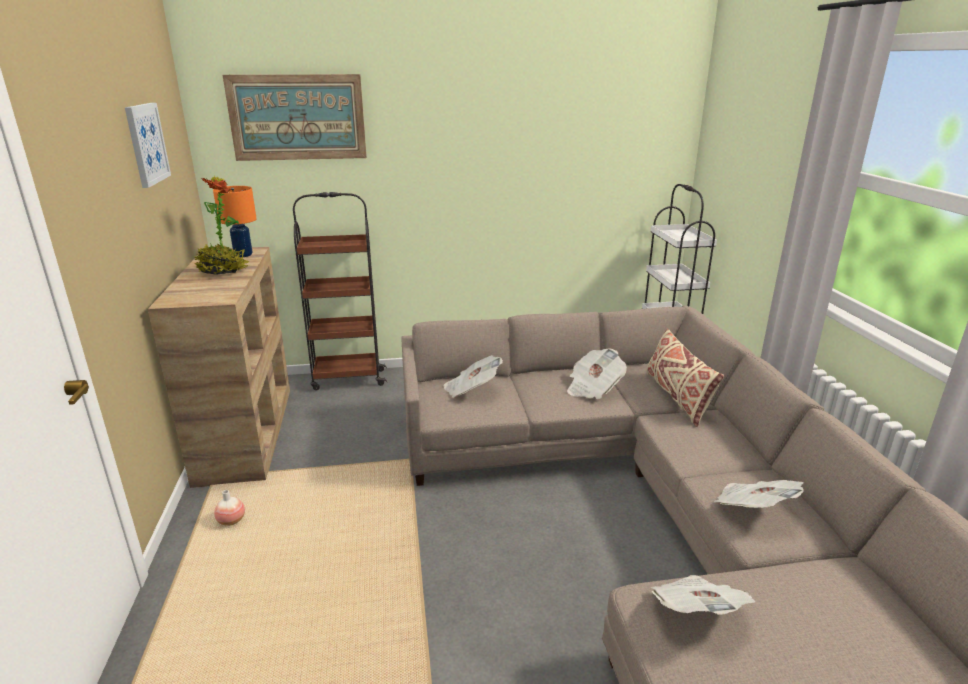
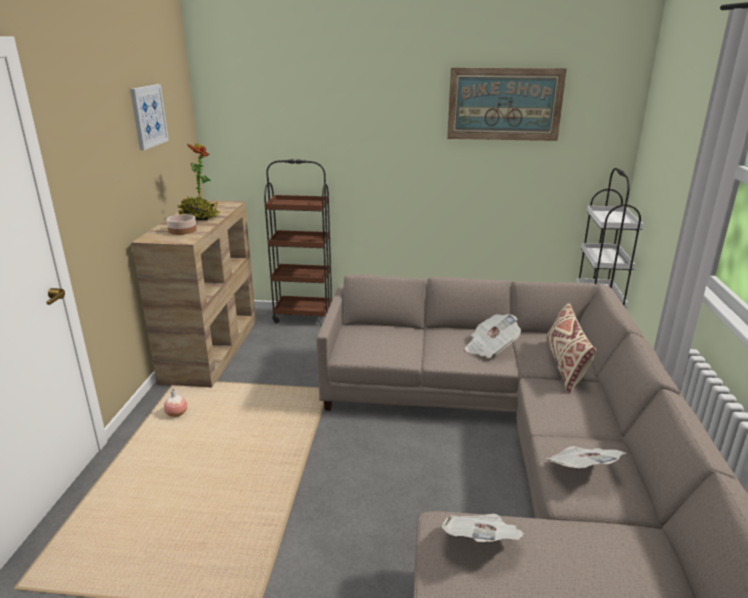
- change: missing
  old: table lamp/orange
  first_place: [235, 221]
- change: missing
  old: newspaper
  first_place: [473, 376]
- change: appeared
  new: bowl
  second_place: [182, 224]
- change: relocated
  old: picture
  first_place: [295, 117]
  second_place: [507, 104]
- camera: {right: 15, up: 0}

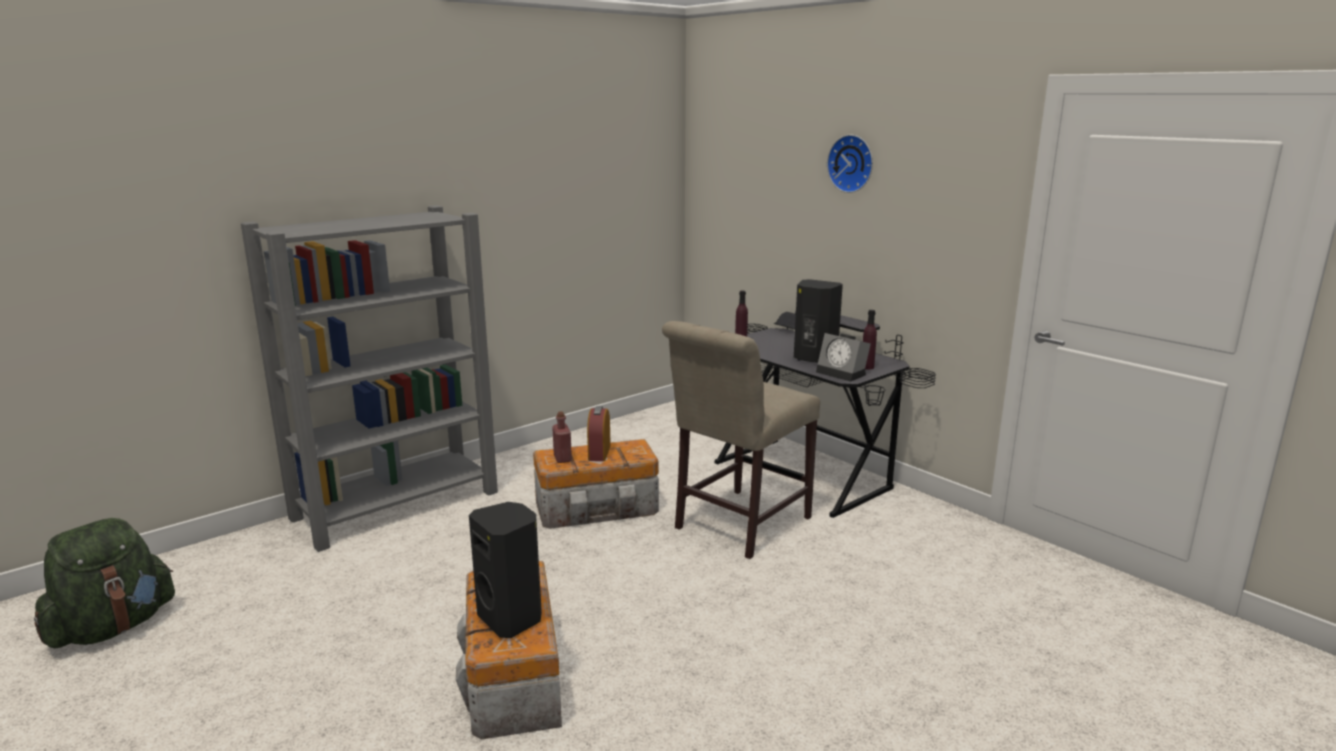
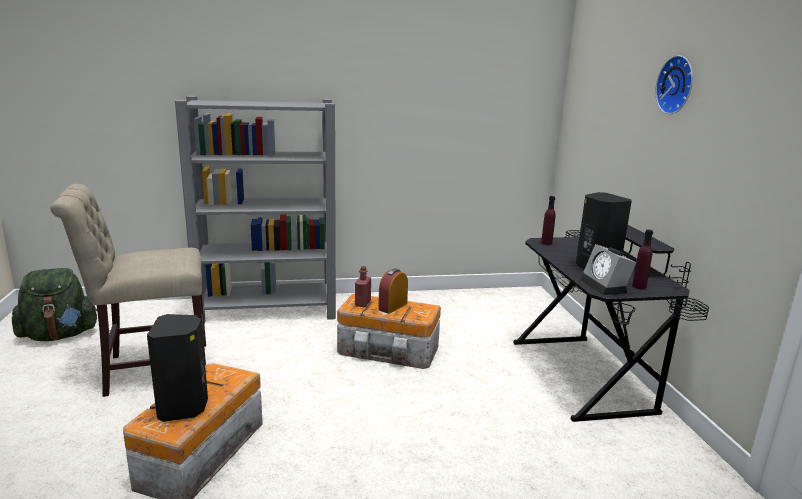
- change: relocated
  old: chair/beige
  first_place: [741, 440]
  second_place: [128, 290]
- camera: {right: 30, up: 0}

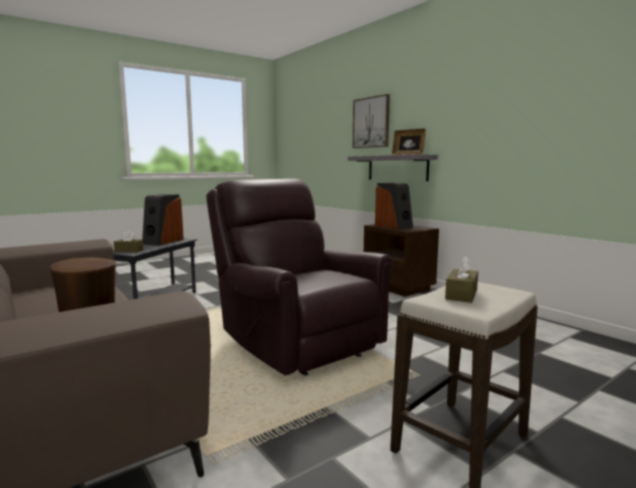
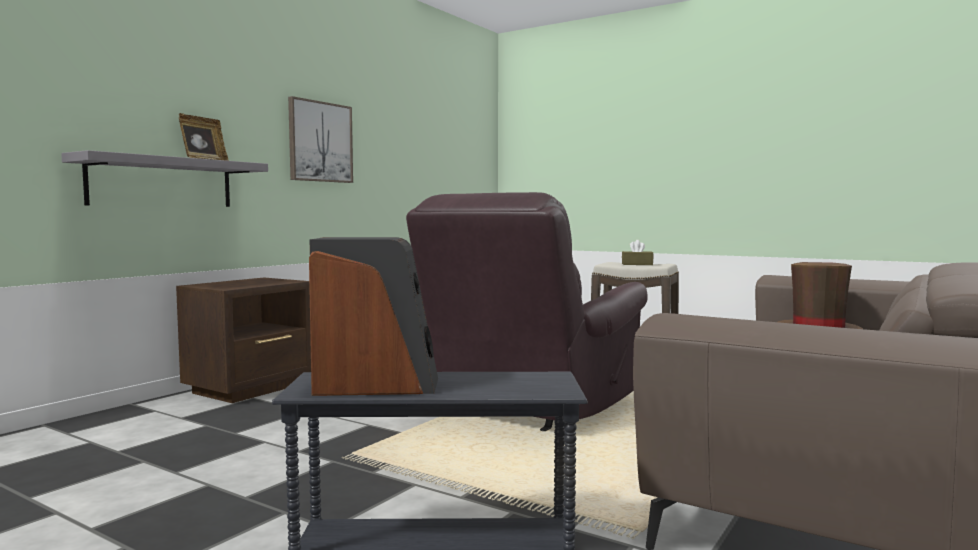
- change: missing
  old: tissue box/brown
  first_place: [128, 241]
- change: missing
  old: speaker
  first_place: [394, 206]
- change: relocated
  old: picture
  first_place: [371, 121]
  second_place: [320, 139]
- camera: {right: -110, up: -5}

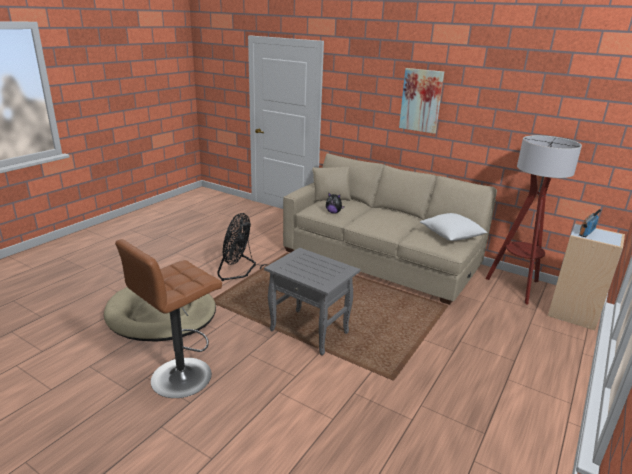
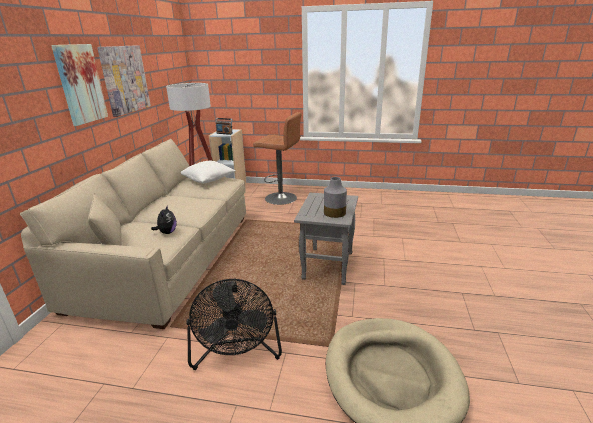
- change: appeared
  new: picture
  second_place: [124, 81]
- change: appeared
  new: vase/grey
  second_place: [335, 197]
- change: relocated
  old: stool/brown
  first_place: [168, 318]
  second_place: [277, 158]
- camera: {right: -110, up: 0}

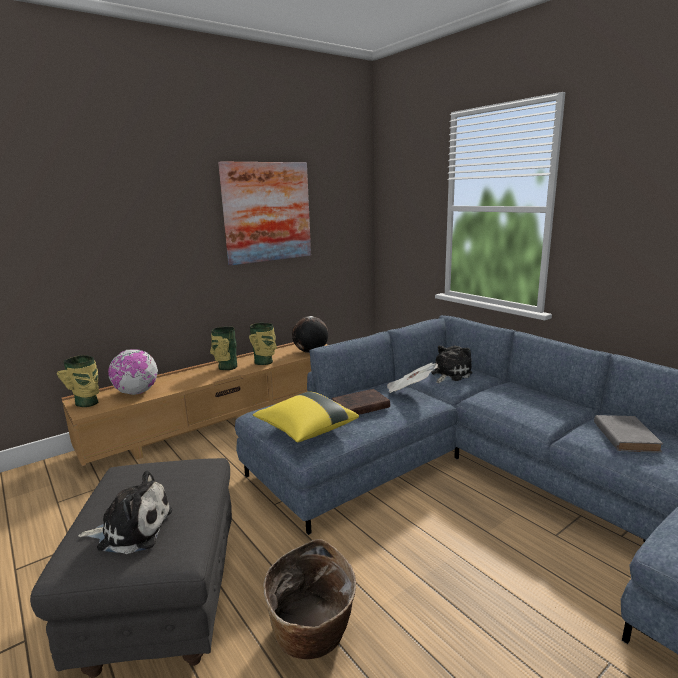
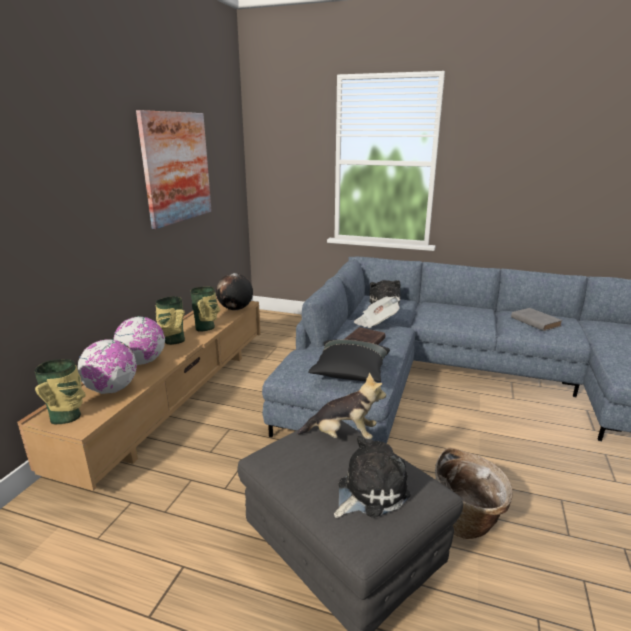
- change: appeared
  new: globe
  second_place: [139, 340]
- change: appeared
  new: plush toy
  second_place: [341, 406]
- change: colour
  old: pillow/yellow
  new: pillow/black
  first_place: [306, 416]
  second_place: [349, 360]
- camera: {right: -35, up: 5}

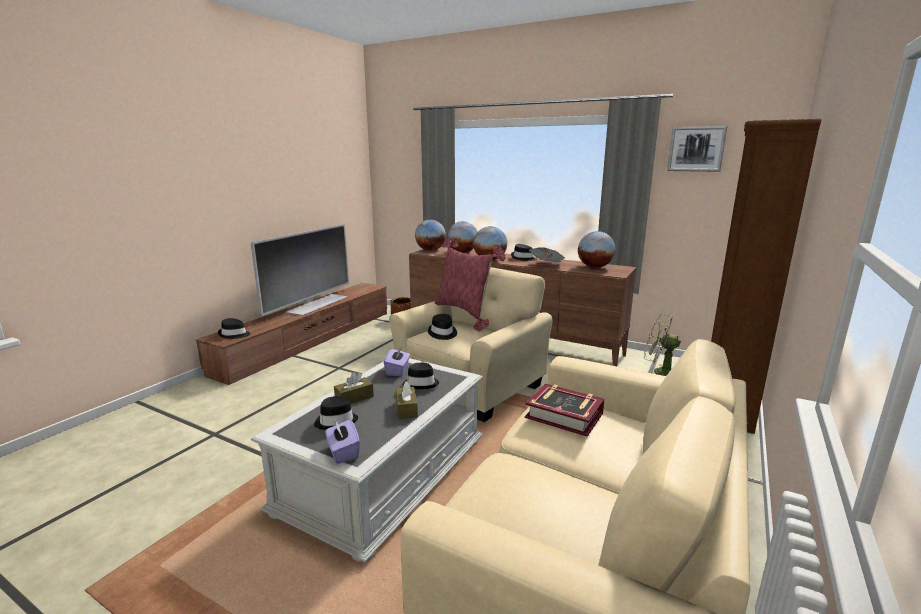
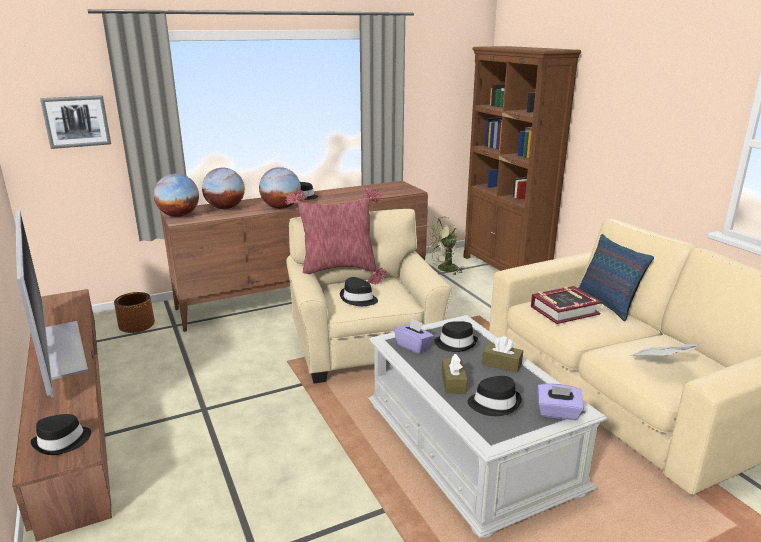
- change: missing
  old: globe
  first_place: [596, 249]
- change: appeared
  new: pillow/blue
  second_place: [616, 277]
- change: relocated
  old: newspaper
  first_place: [547, 255]
  second_place: [664, 350]
- change: relocated
  old: picture
  first_place: [697, 149]
  second_place: [75, 122]
- camera: {right: -55, up: 5}

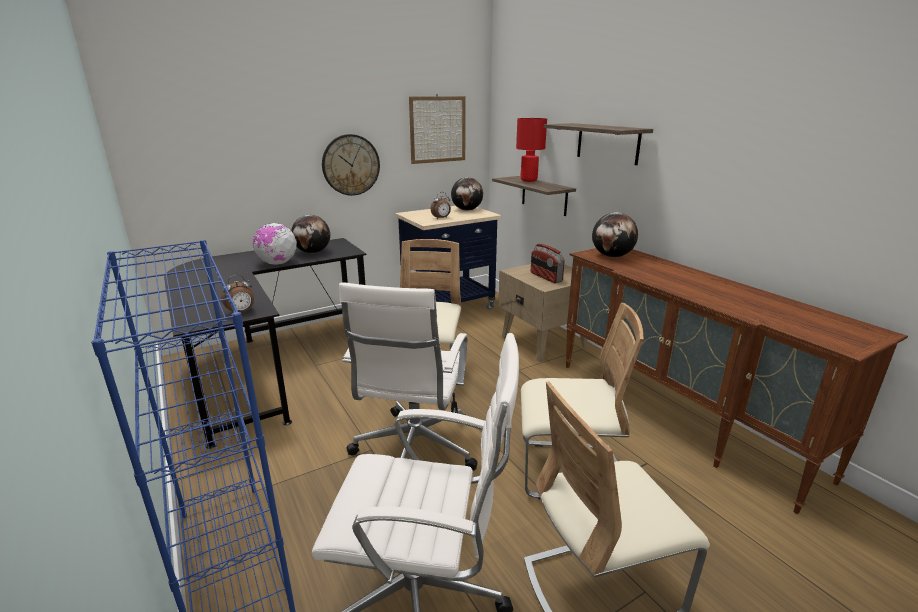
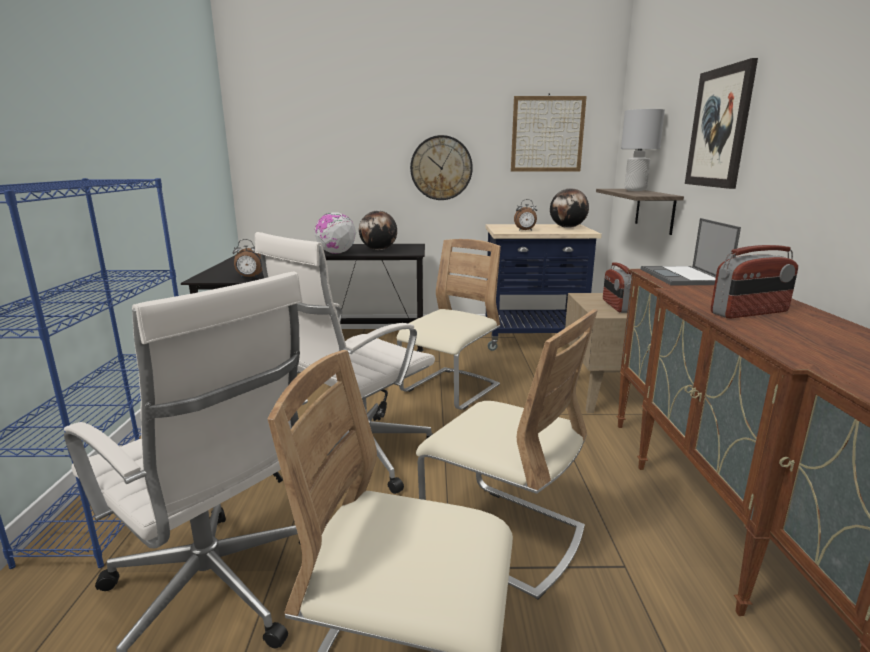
- change: appeared
  new: radio
  second_place: [754, 282]
- change: exchanged
  old: shelf
  new: picture
  first_place: [598, 144]
  second_place: [721, 123]
- change: exchanged
  old: globe
  new: laptop
  first_place: [615, 234]
  second_place: [691, 251]
- change: colour
  old: table lamp/red
  new: table lamp/grey
  first_place: [531, 150]
  second_place: [643, 150]
- camera: {right: 30, up: -5}

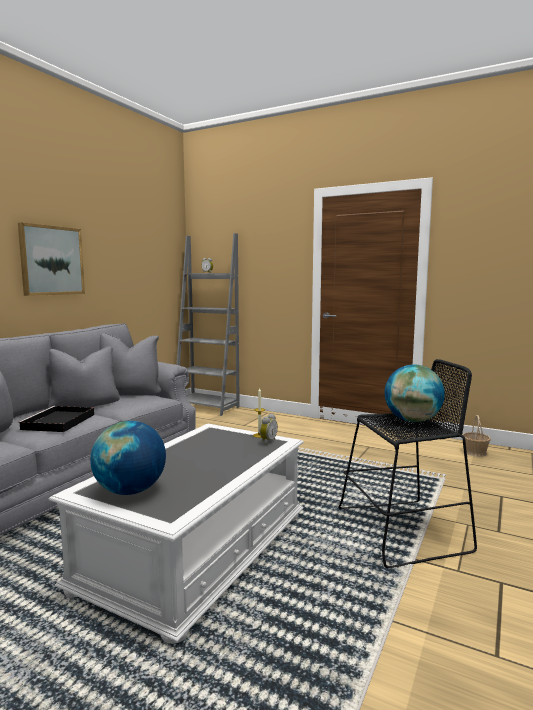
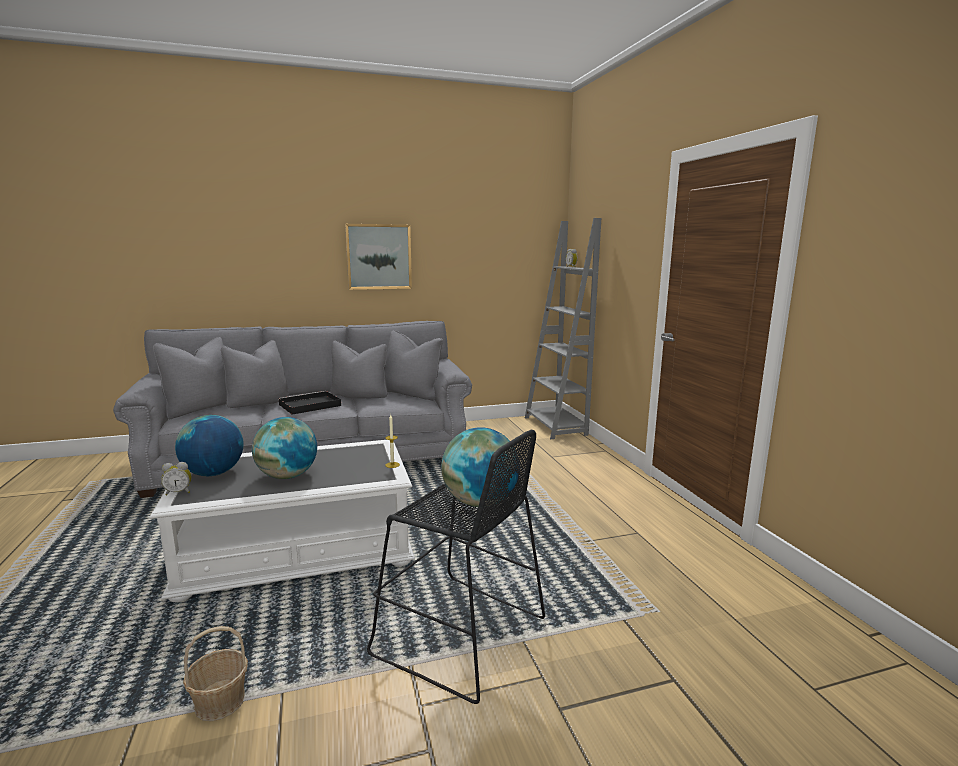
- change: appeared
  new: globe
  second_place: [284, 448]
- change: relocated
  old: alarm clock
  first_place: [269, 429]
  second_place: [176, 478]
- change: relocated
  old: basket
  first_place: [477, 436]
  second_place: [215, 673]
- camera: {right: 45, up: 5}

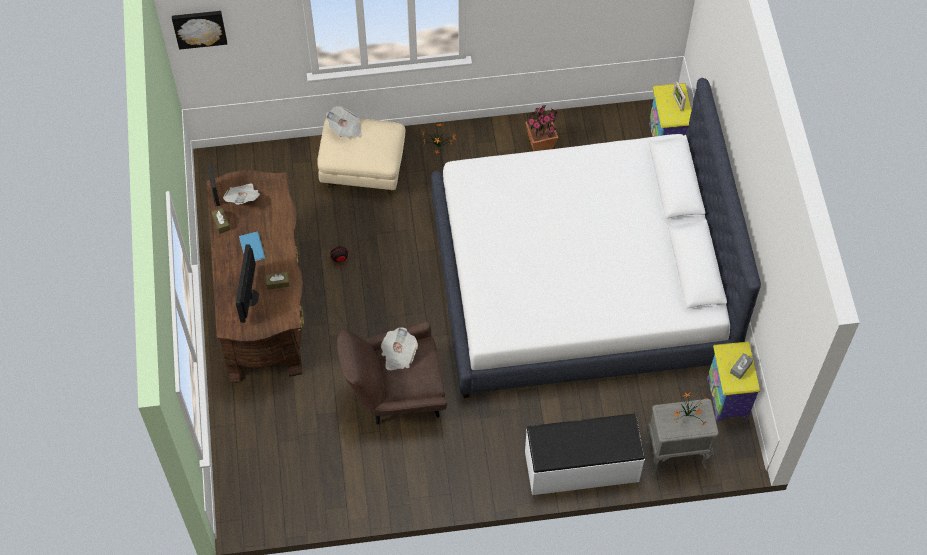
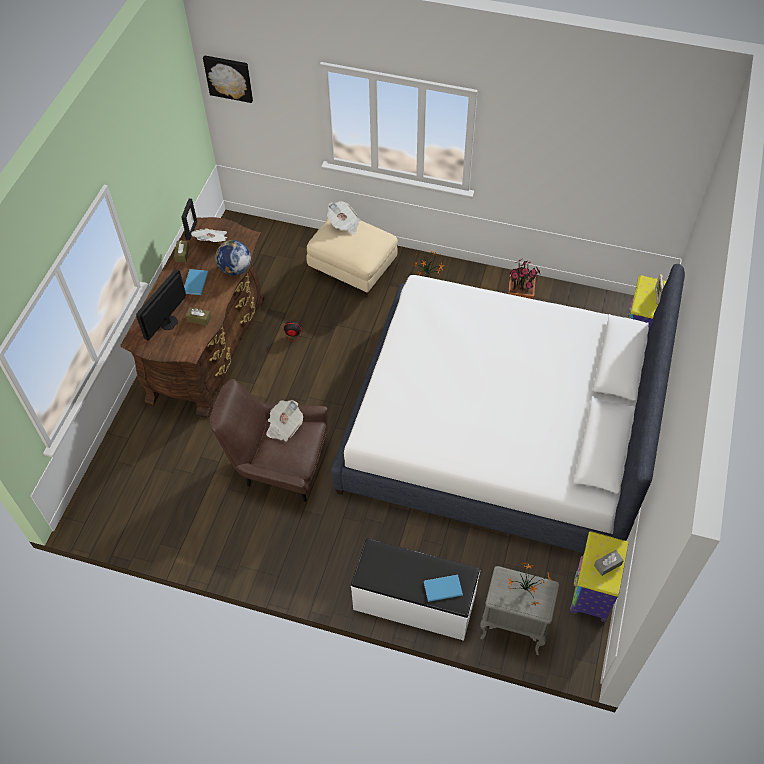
- change: appeared
  new: globe
  second_place: [233, 257]
- change: appeared
  new: book/blue
  second_place: [443, 588]
- camera: {right: 25, up: -5}

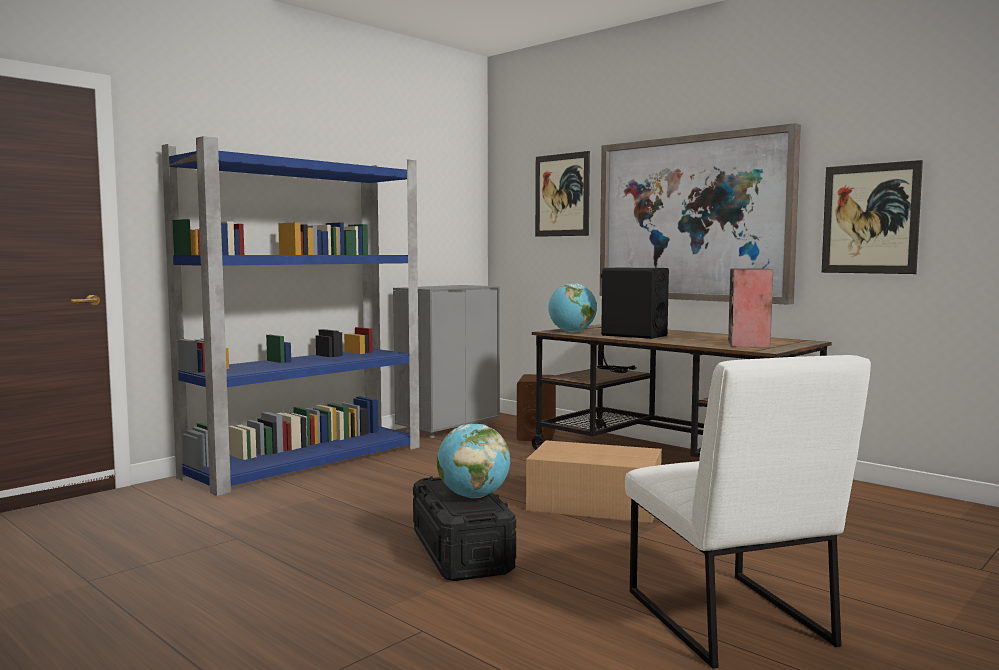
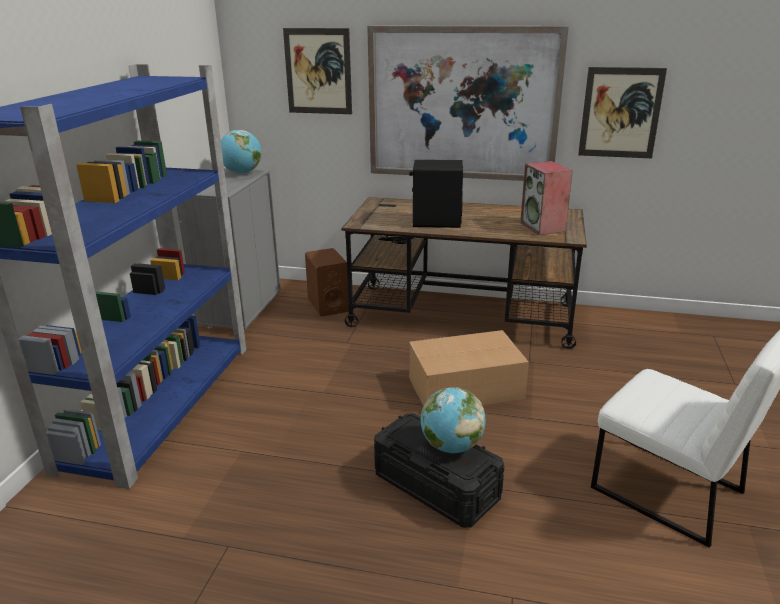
- change: relocated
  old: globe
  first_place: [572, 307]
  second_place: [241, 152]
- camera: {right: -30, up: 20}

